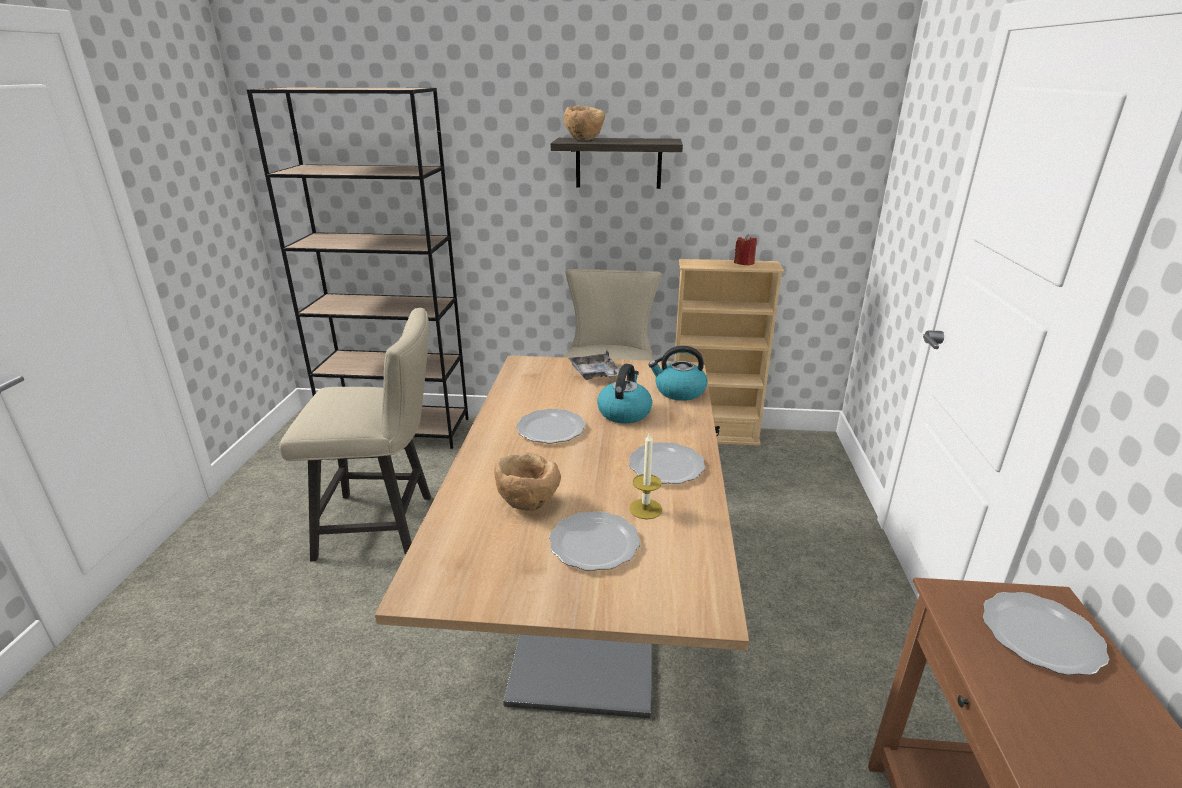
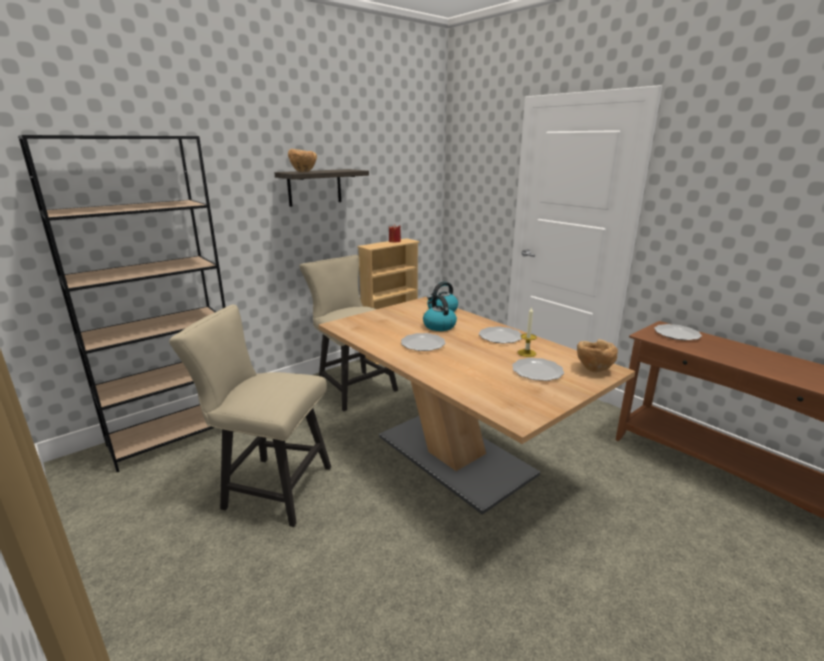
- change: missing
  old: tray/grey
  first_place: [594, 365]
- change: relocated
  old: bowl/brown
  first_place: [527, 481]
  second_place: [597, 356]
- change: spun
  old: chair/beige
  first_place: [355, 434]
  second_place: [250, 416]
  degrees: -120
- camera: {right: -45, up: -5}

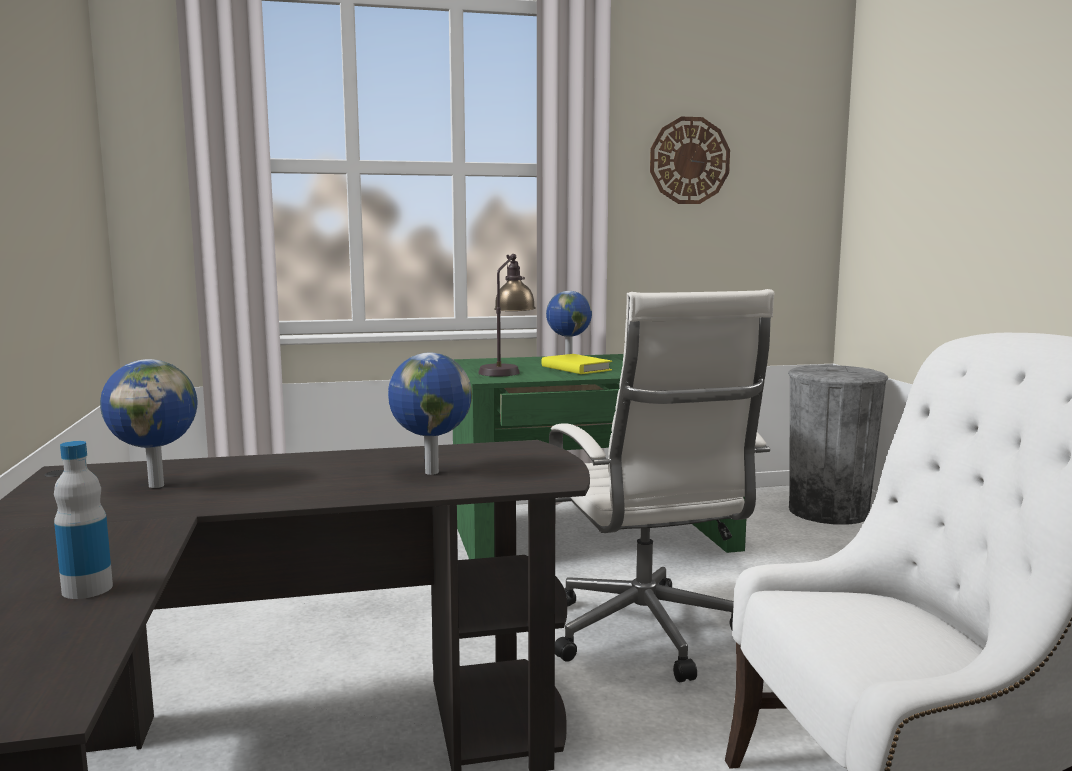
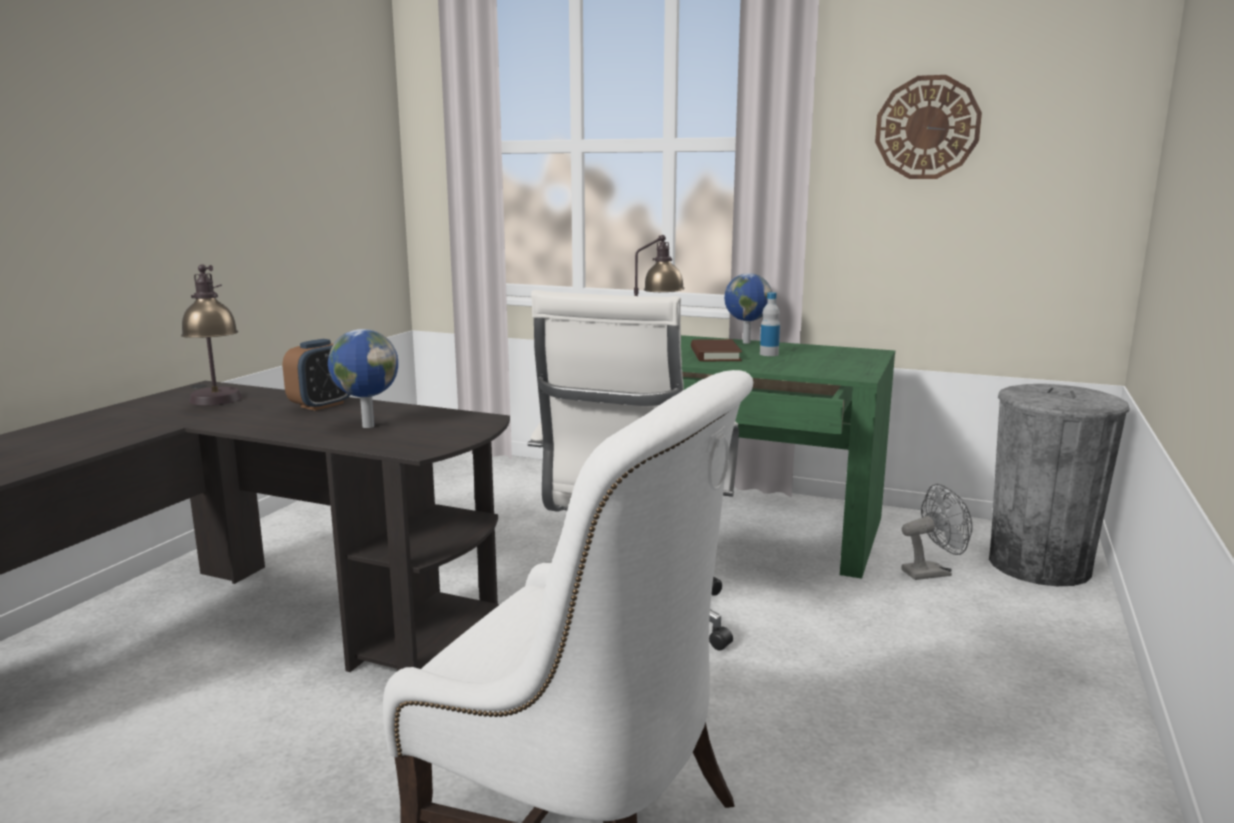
- change: appeared
  new: alarm clock
  second_place: [316, 375]
- change: appeared
  new: fan/grey
  second_place: [936, 532]
- change: relocated
  old: bottle
  first_place: [83, 520]
  second_place: [770, 324]
- change: exchanged
  old: globe
  new: table lamp
  first_place: [148, 423]
  second_place: [211, 335]
- change: colour
  old: book/yellow
  new: book/brown
  first_place: [576, 364]
  second_place: [716, 350]
- camera: {right: 35, up: 5}

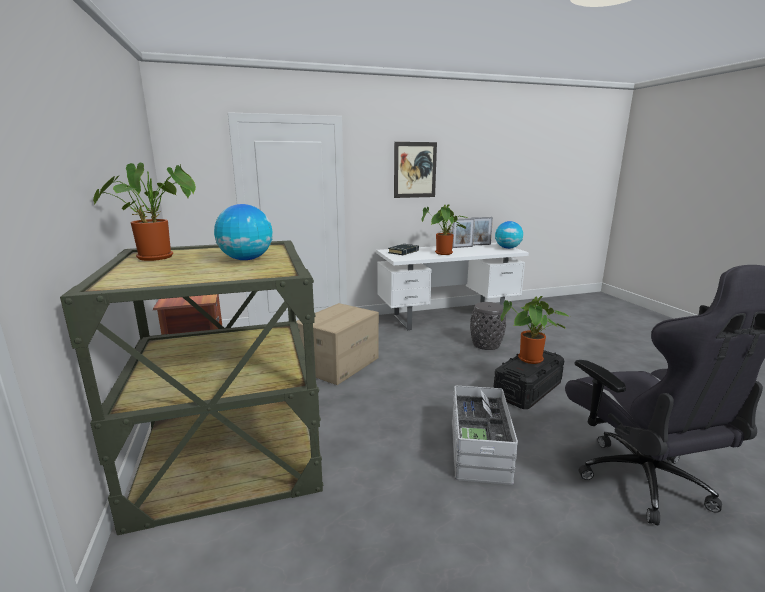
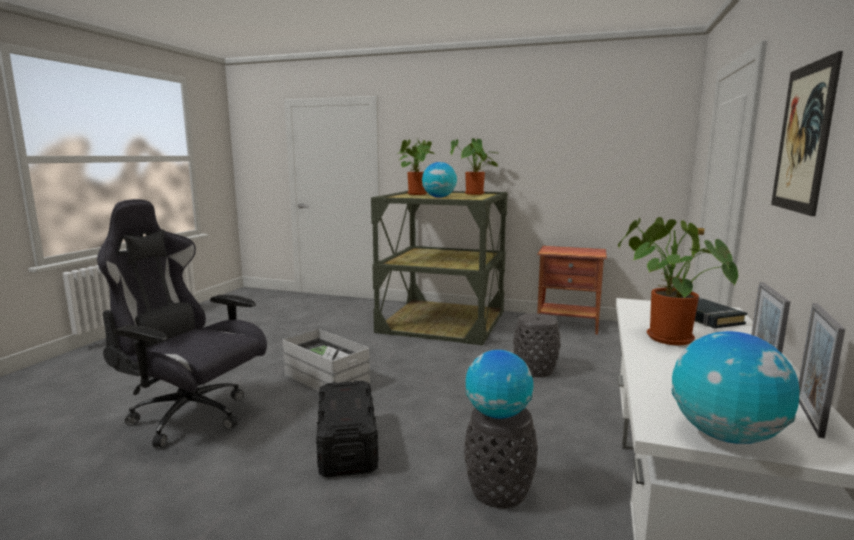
- change: appeared
  new: globe
  second_place: [499, 384]
- change: relocated
  old: potted plant
  first_place: [535, 330]
  second_place: [417, 167]
- change: exchanged
  old: cardboard box
  new: stool/grey
  first_place: [337, 344]
  second_place: [537, 345]
- camera: {right: 125, up: -5}

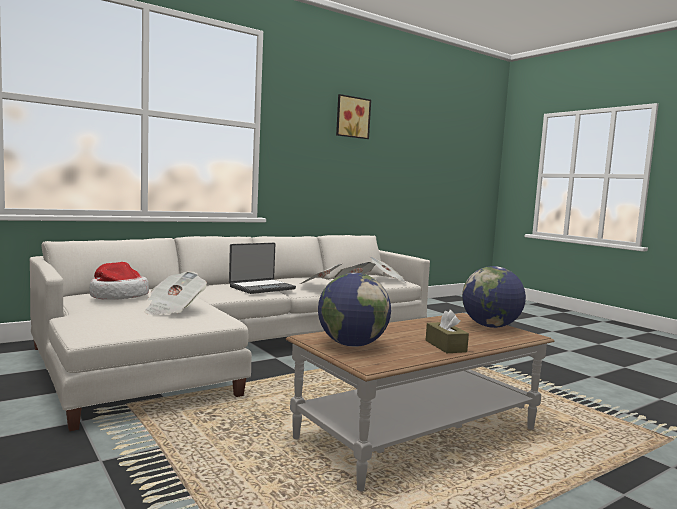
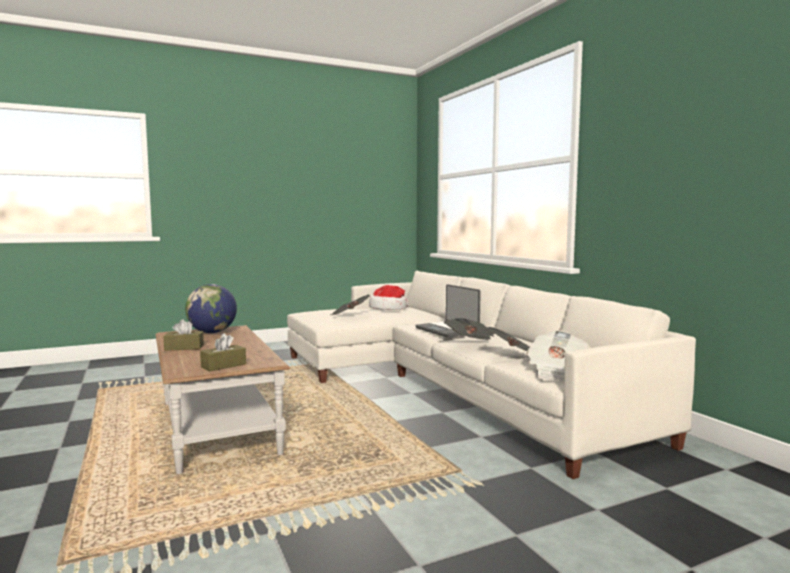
- change: missing
  old: picture
  first_place: [353, 116]
- change: exchanged
  old: globe
  new: tissue box/brown
  first_place: [494, 297]
  second_place: [223, 352]
- camera: {right: 100, up: 0}

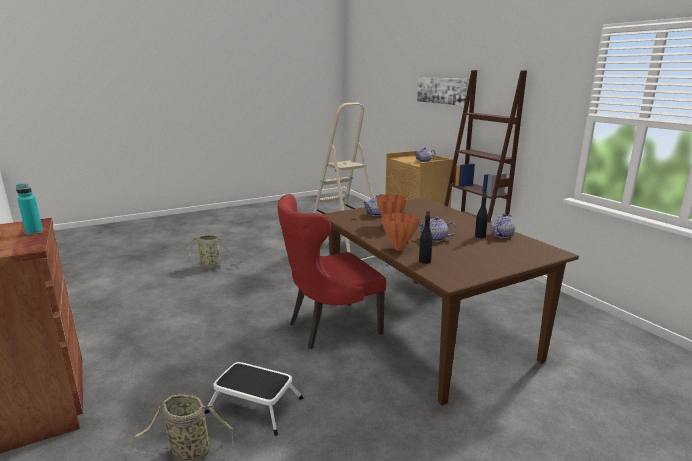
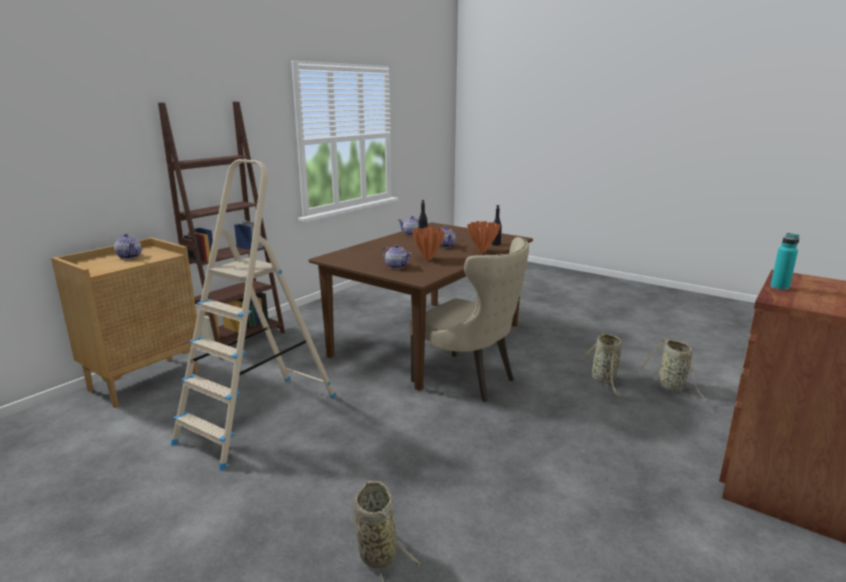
- change: missing
  old: picture
  first_place: [443, 91]
- change: exchanged
  old: step ladder/black
  new: basket
  first_place: [254, 399]
  second_place: [601, 364]
- change: colour
  old: chair/red
  new: chair/beige
  first_place: [332, 271]
  second_place: [469, 319]
- camera: {right: -115, up: 0}

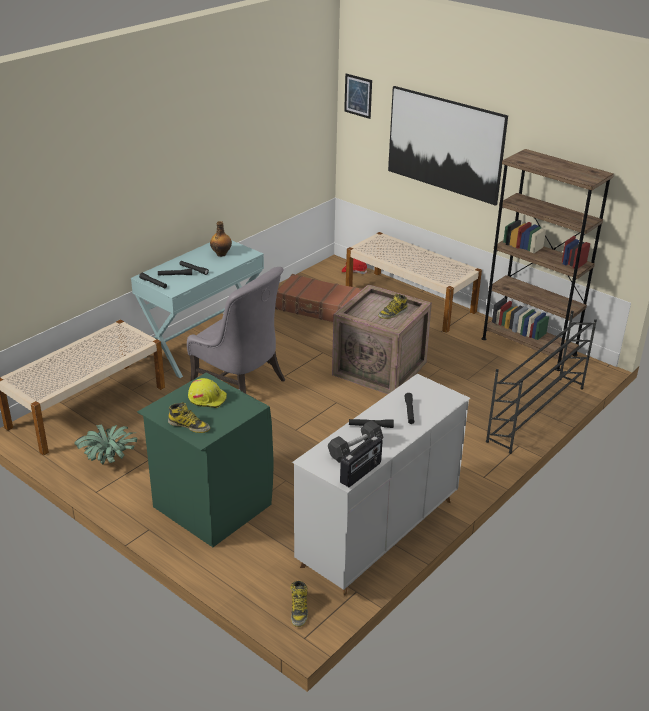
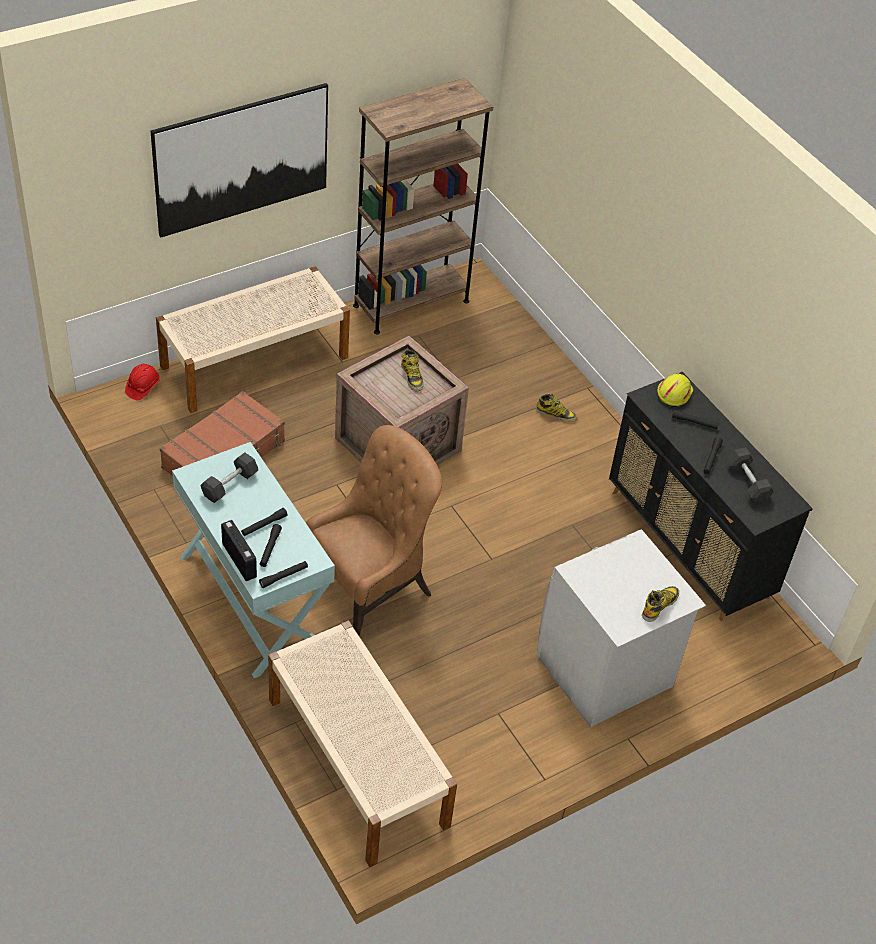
- change: missing
  old: potted plant
  first_place: [106, 445]
- change: missing
  old: picture
  first_place: [358, 96]
- change: missing
  old: shoe rack/black
  first_place: [541, 382]
- change: relocated
  old: hard hat/yellow
  first_place: [207, 393]
  second_place: [675, 390]
- change: relocated
  old: boot
  first_place: [299, 604]
  second_place: [556, 408]
- change: relocated
  old: radio
  first_place: [361, 461]
  second_place: [239, 550]
- change: exchanged
  old: bottle
  new: dumbbell/black
  first_place: [221, 239]
  second_place: [229, 478]
- change: colour
  old: washing machine/green
  new: washing machine/white
  first_place: [205, 459]
  second_place: [621, 628]
- change: colour
  old: chair/grey
  new: chair/brown
  first_place: [236, 330]
  second_place: [374, 530]
- change: colour
  old: cabinet/white
  new: cabinet/black
  first_place: [381, 485]
  second_place: [711, 496]
- camera: {right: -75, up: 15}

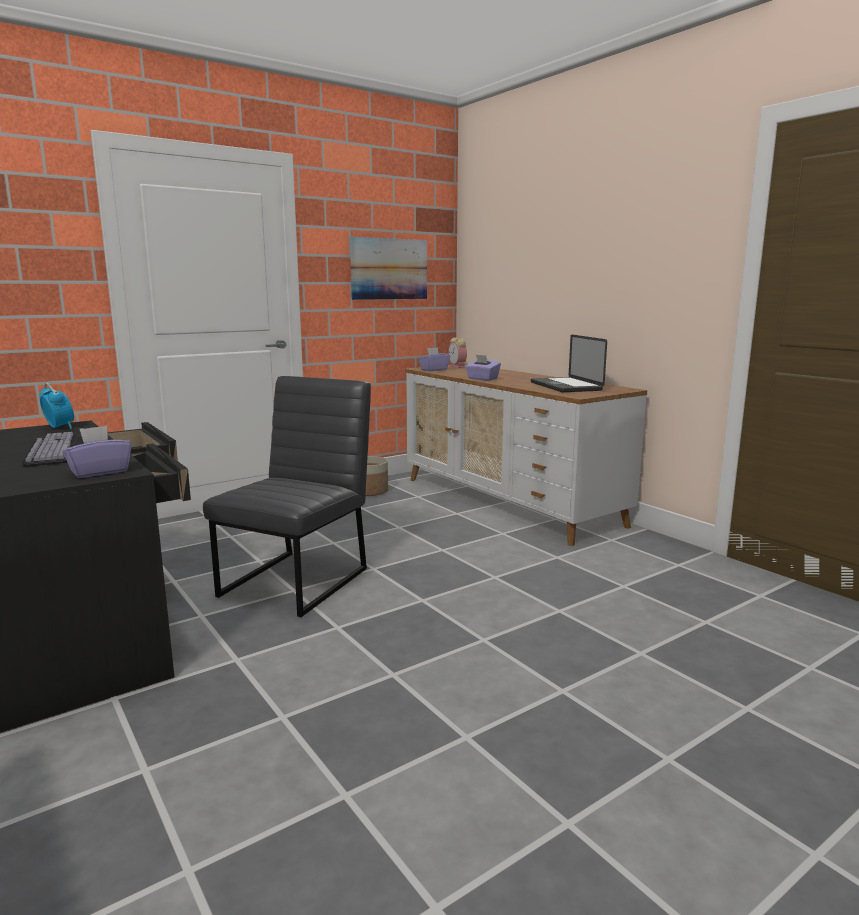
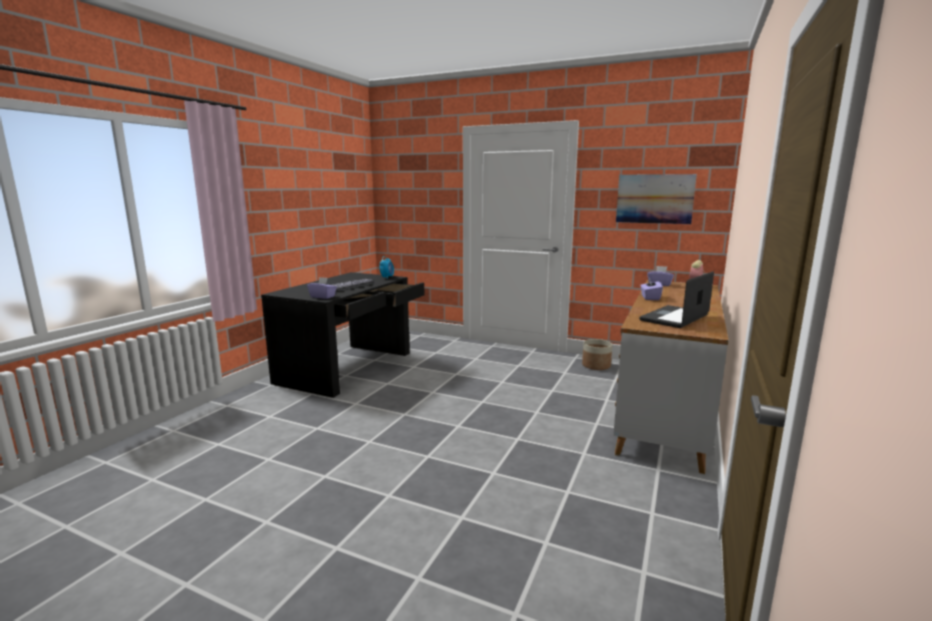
- change: missing
  old: chair/grey
  first_place: [287, 496]
- camera: {right: 60, up: 0}

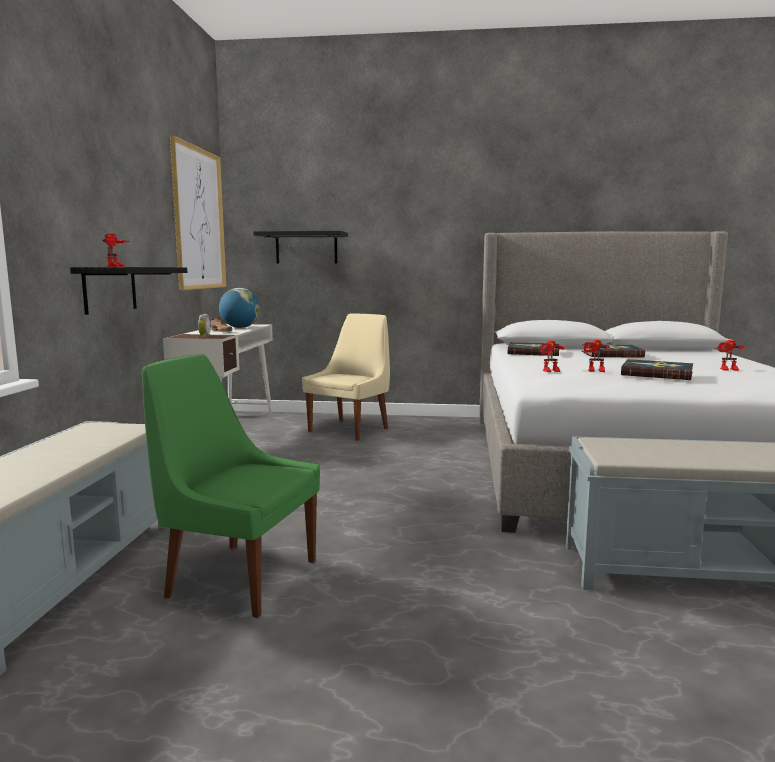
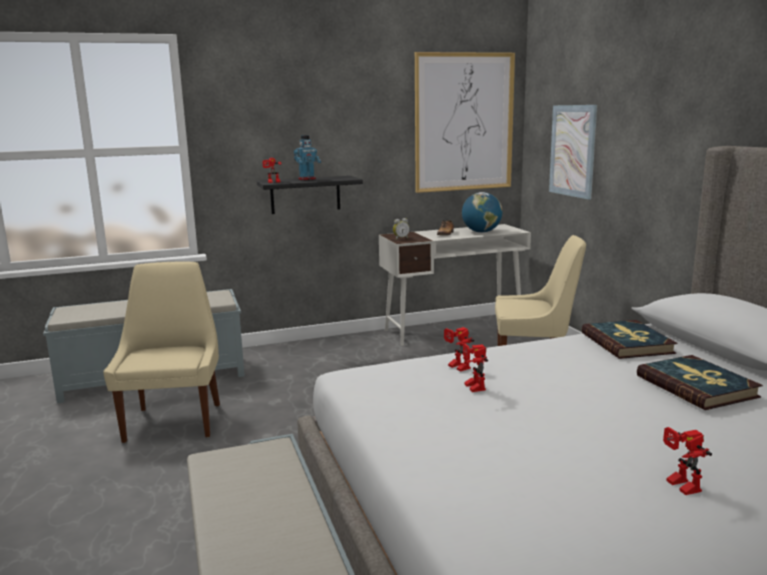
- change: missing
  old: book
  first_place: [657, 369]
- change: appeared
  new: toy robot
  second_place: [307, 157]
- change: exchanged
  old: shelf/black
  new: picture
  first_place: [300, 247]
  second_place: [573, 152]
- change: colour
  old: chair/green
  new: chair/beige
  first_place: [231, 486]
  second_place: [161, 352]
- camera: {right: 65, up: 5}

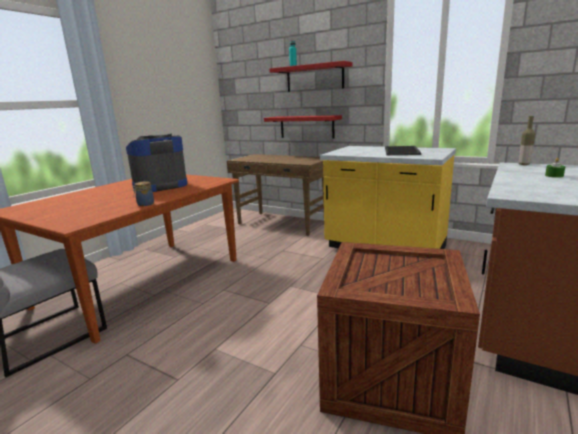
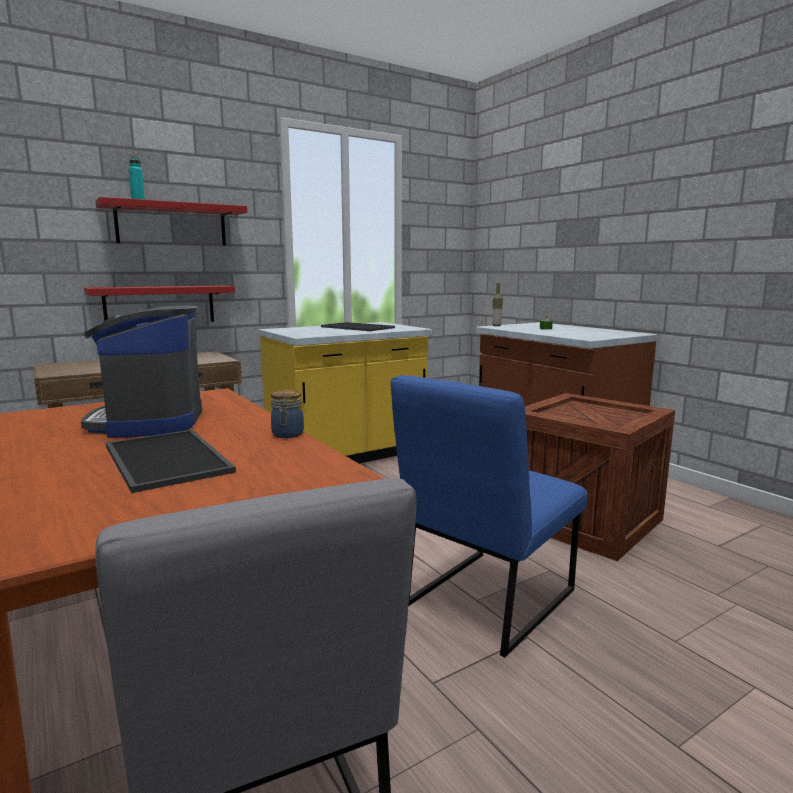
- change: appeared
  new: tray
  second_place: [171, 461]
- change: appeared
  new: chair/blue
  second_place: [489, 516]
- camera: {right: -65, up: -5}

